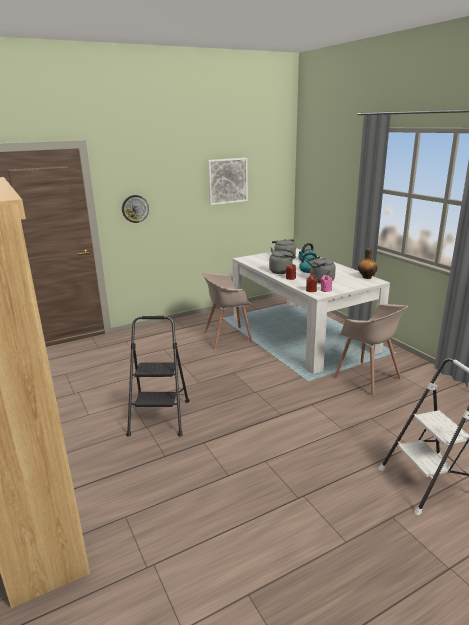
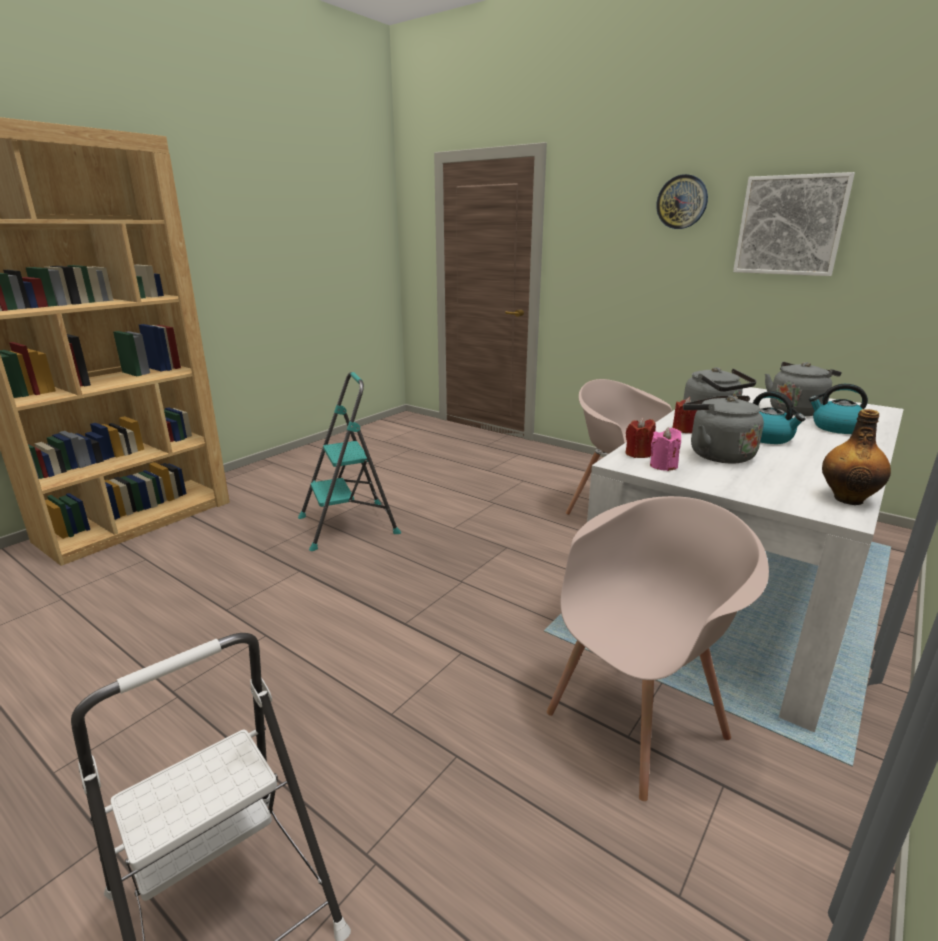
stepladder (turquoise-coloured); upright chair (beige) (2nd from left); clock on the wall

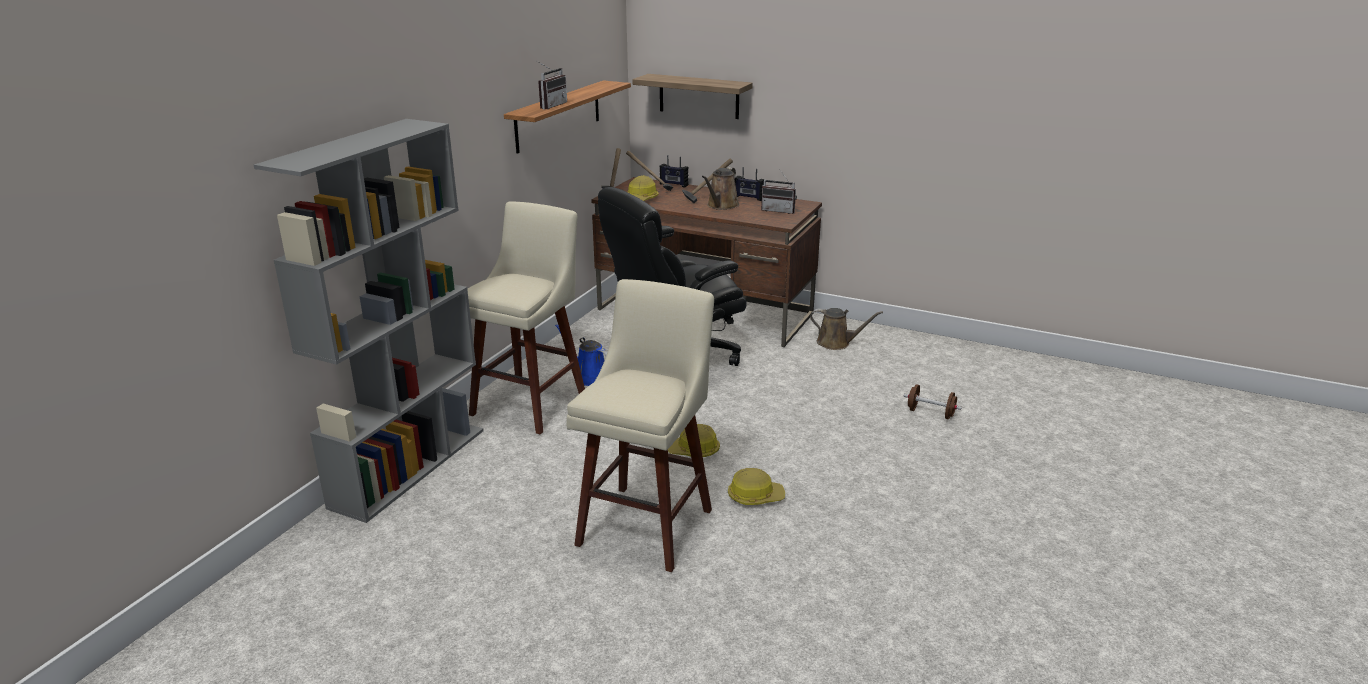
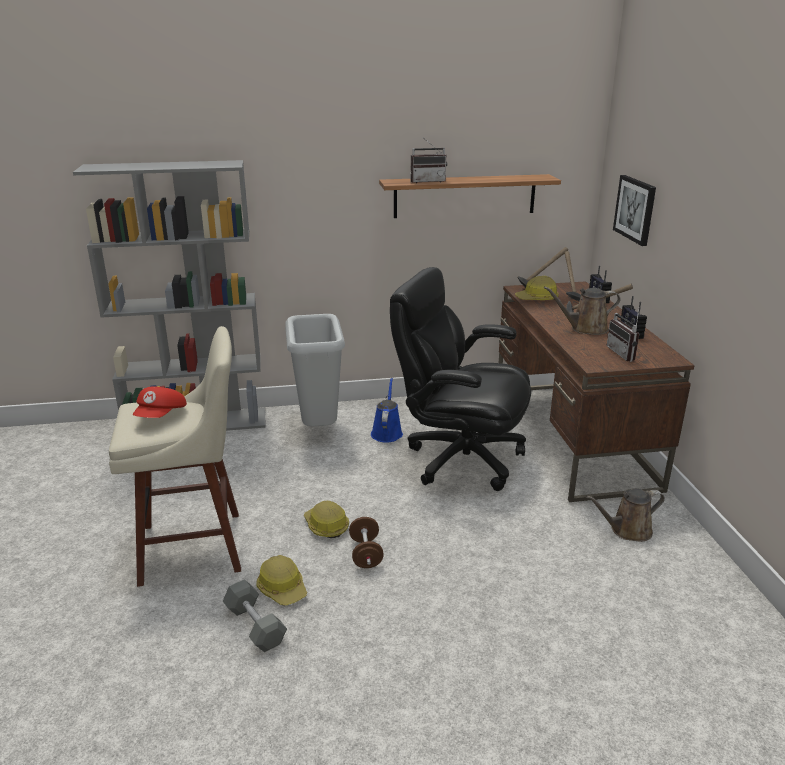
baseball cap (red-coloured); dumbbell (grey); rubbish bin (grey); dumbbell (brownish); watering pot (brownish) (2nd from left); wall picture

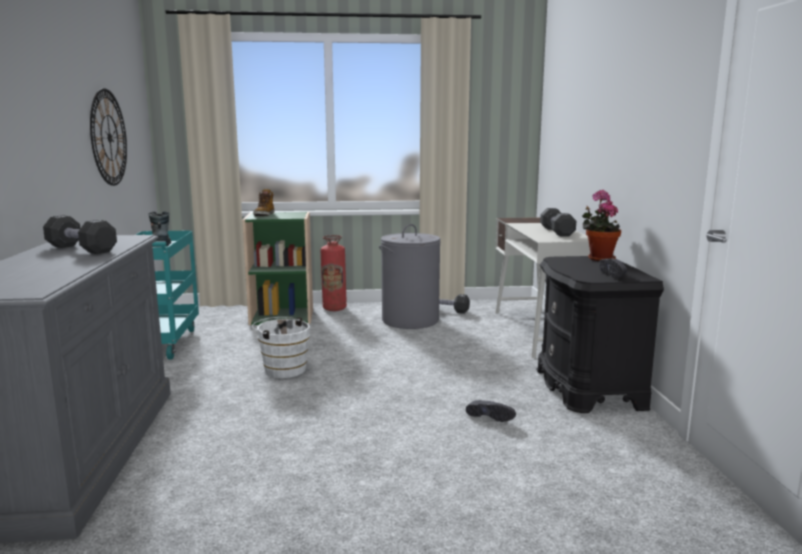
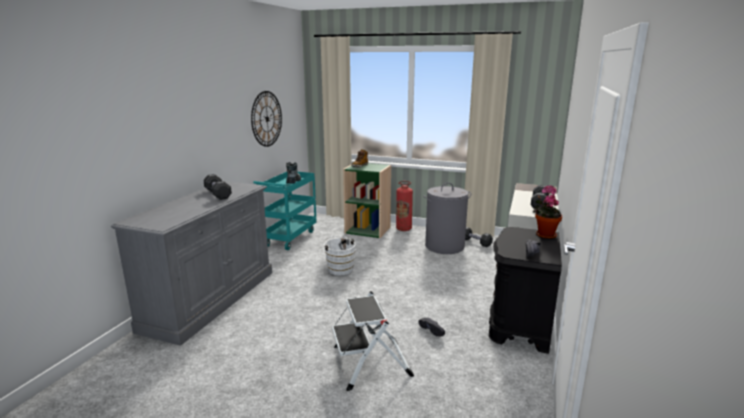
stepladder

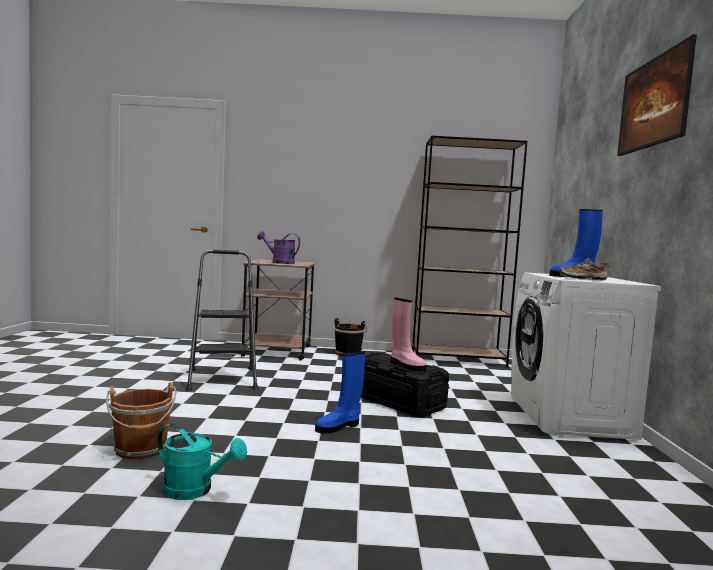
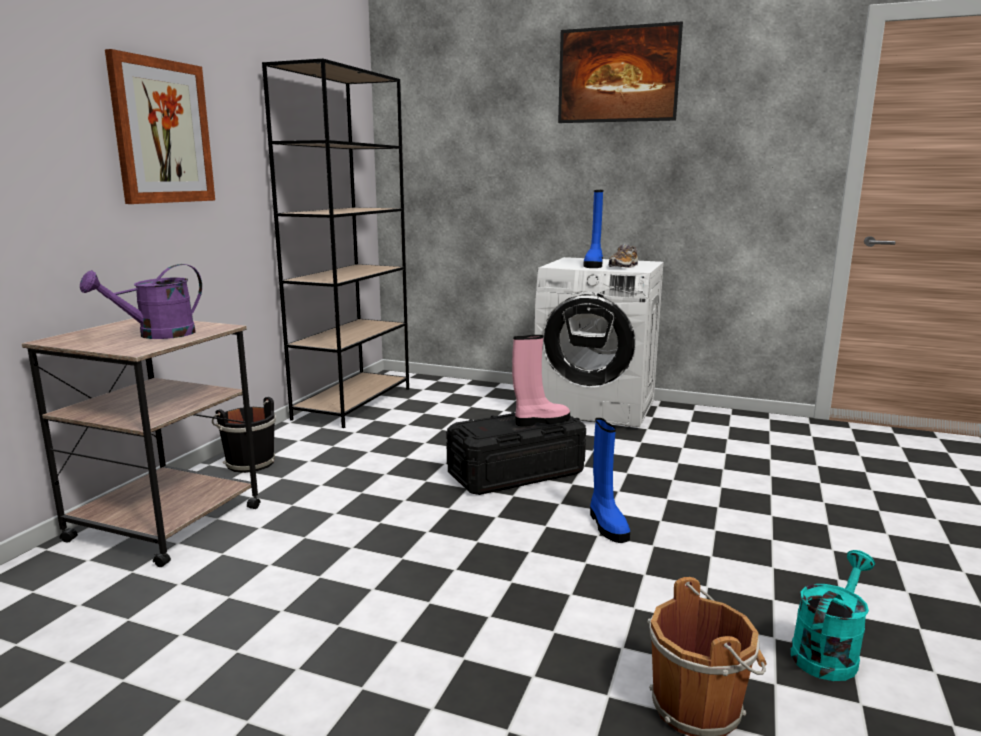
wall picture (1st from left); stepladder (black-coloured)

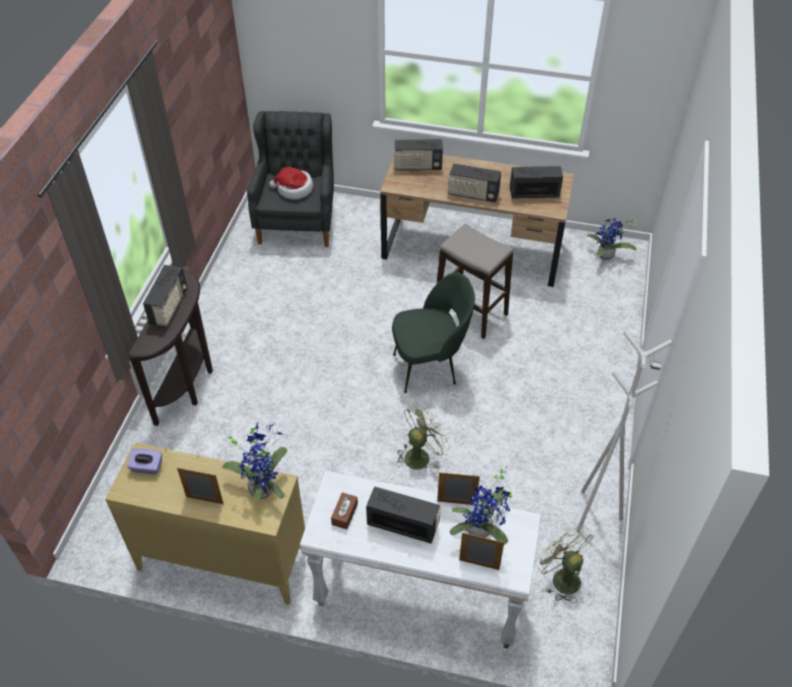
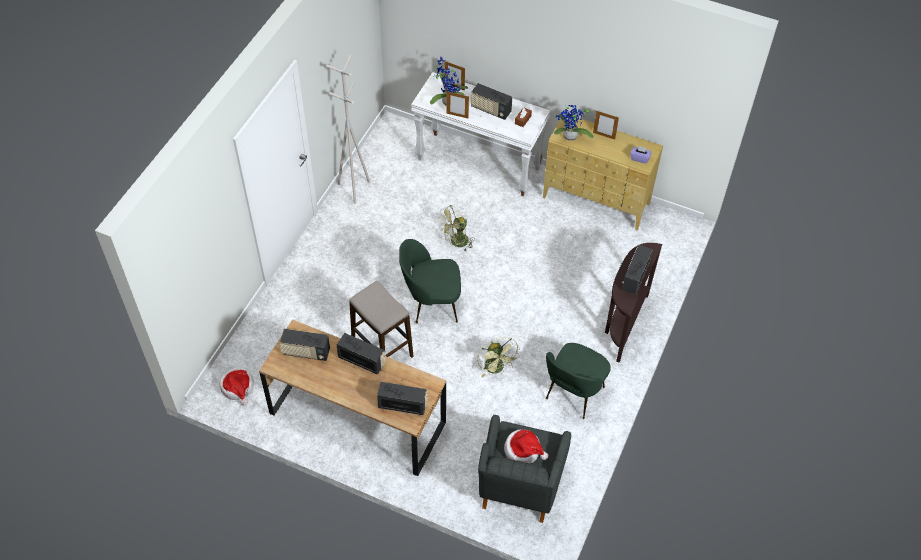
hat (1st from left); fan (greenish) (2nd from left); upright chair (greenish) (2nd from left)

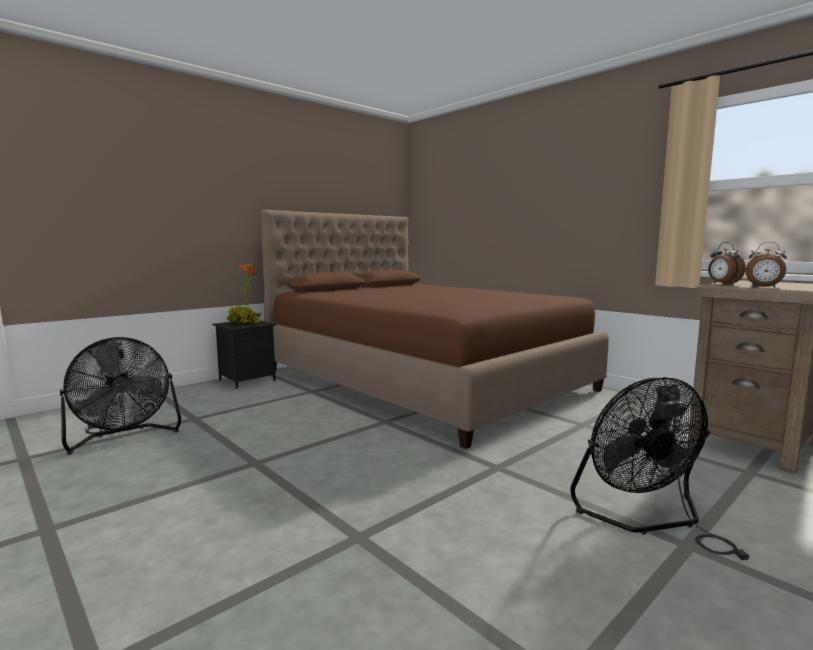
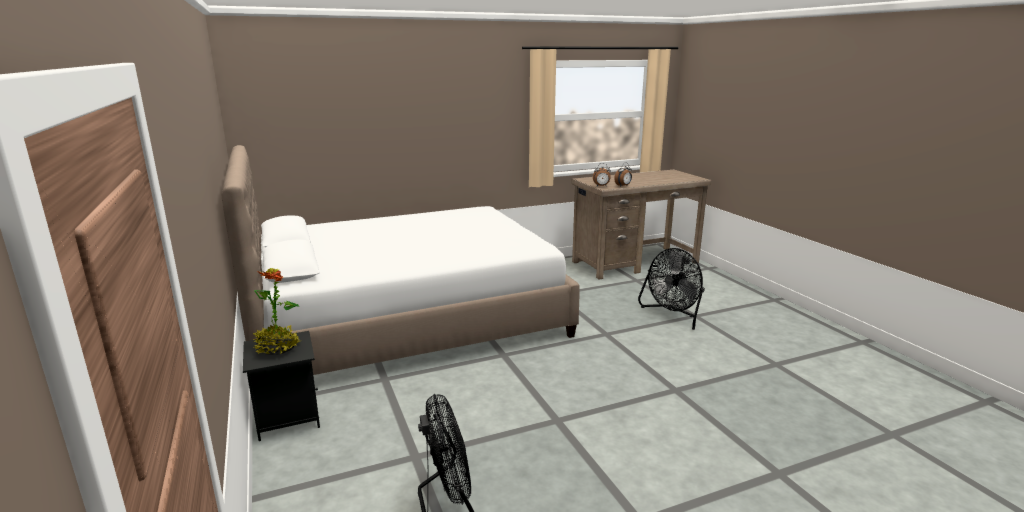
bed (white); fan (black-coloured) (2nd from left)

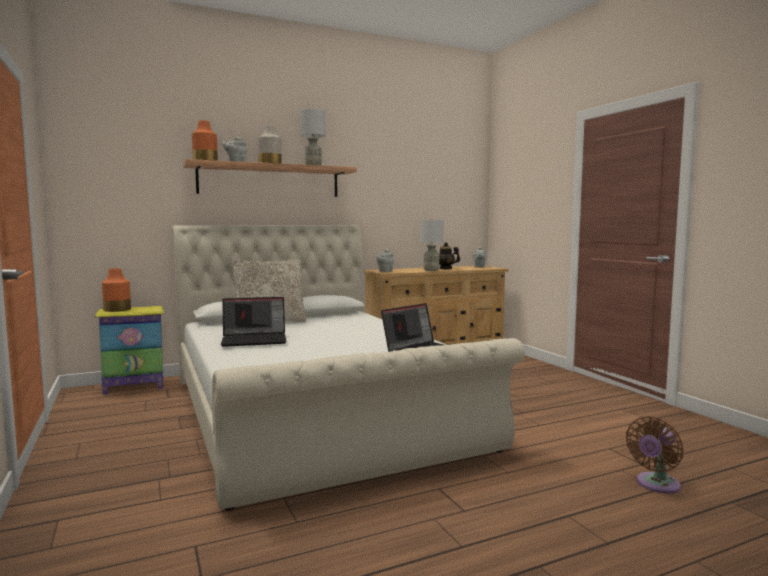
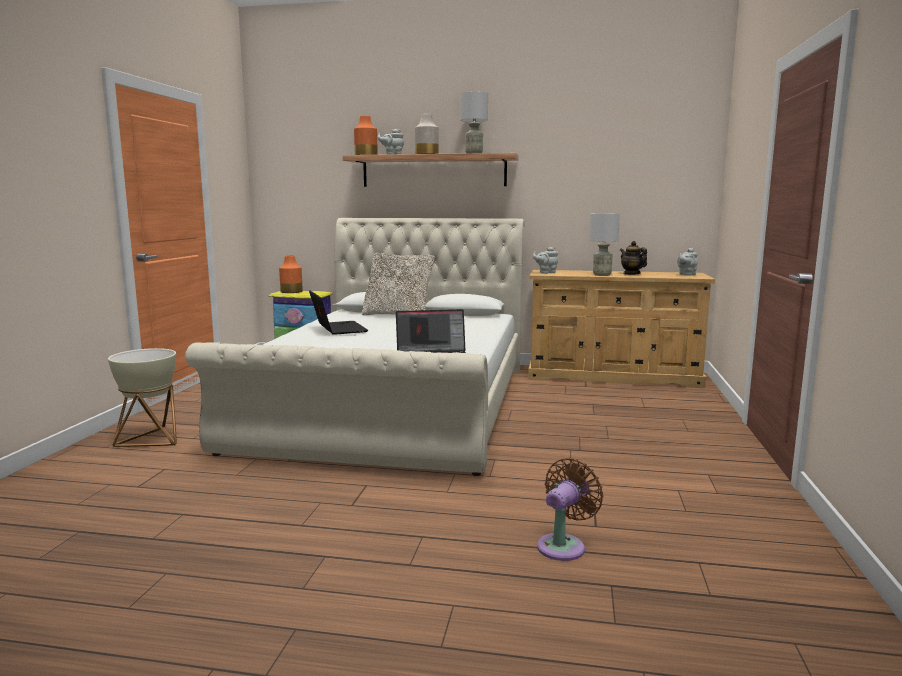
plant pot; portable computer (1st from left); fan (brownish)

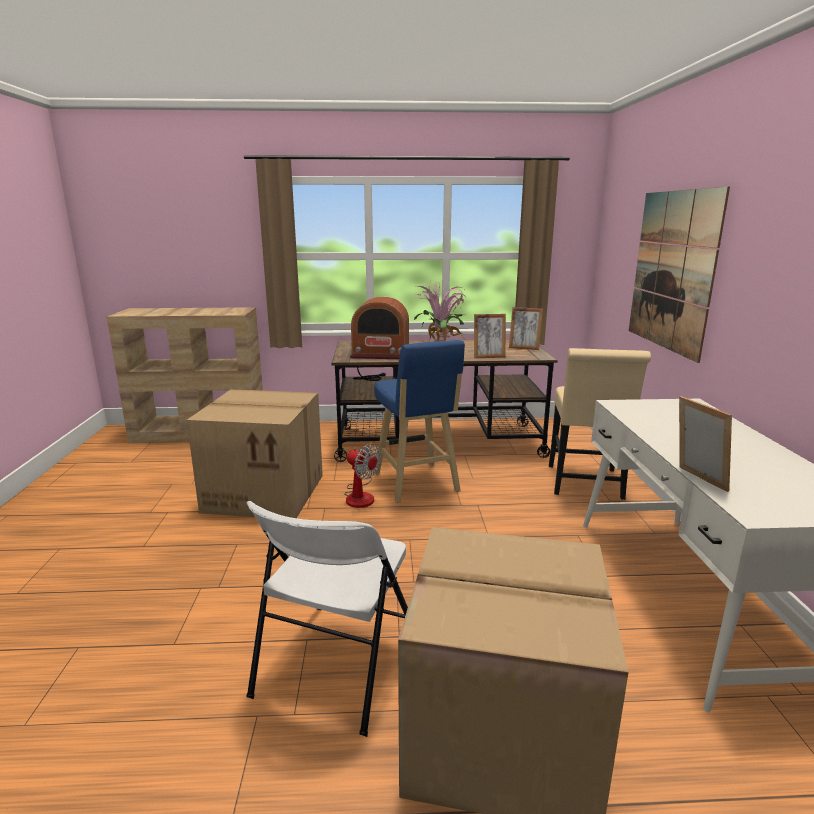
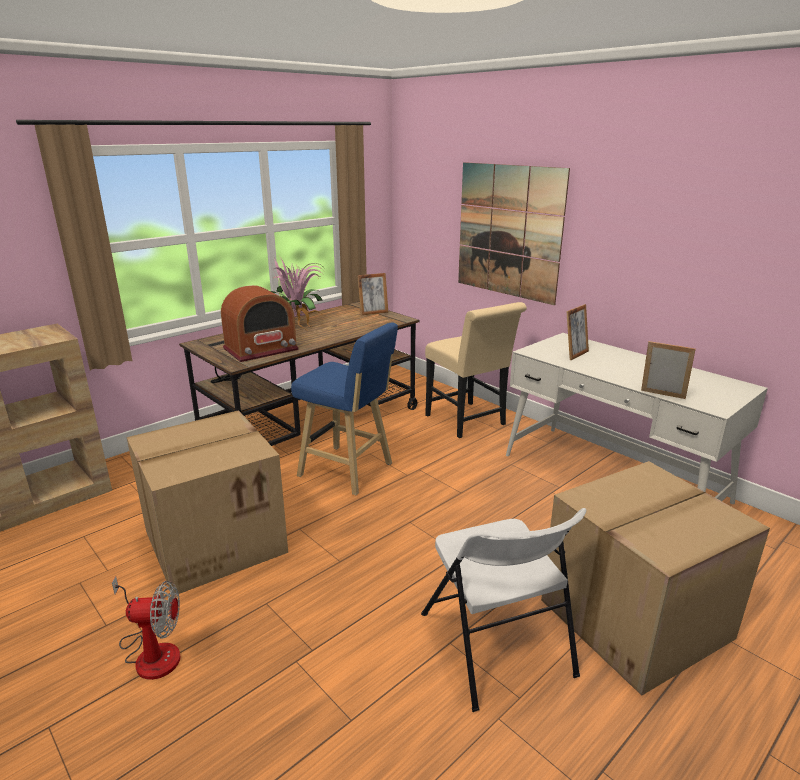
fan; standing frame (2nd from left)

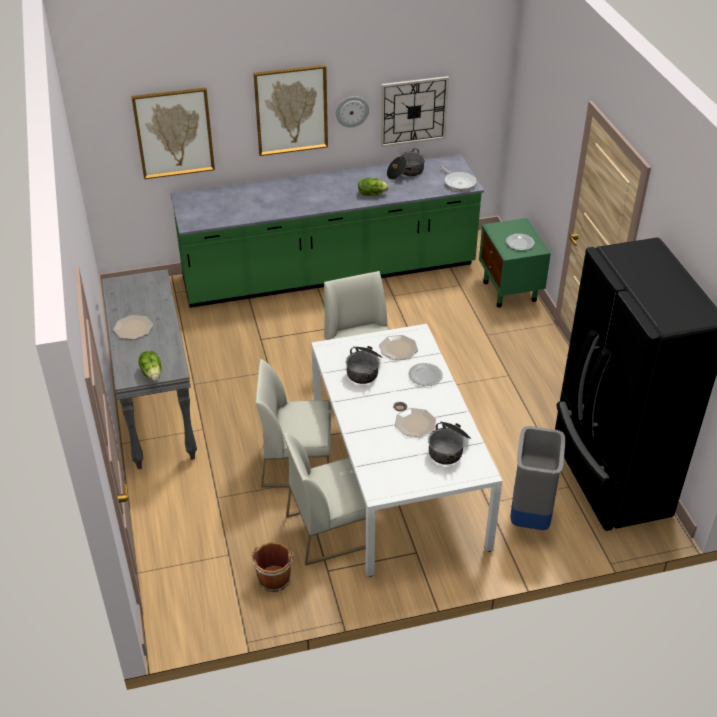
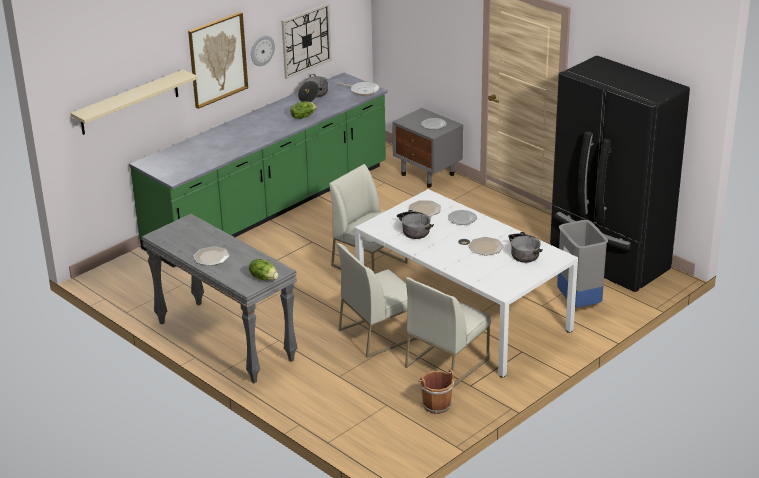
shelf (beige); night table (grey)

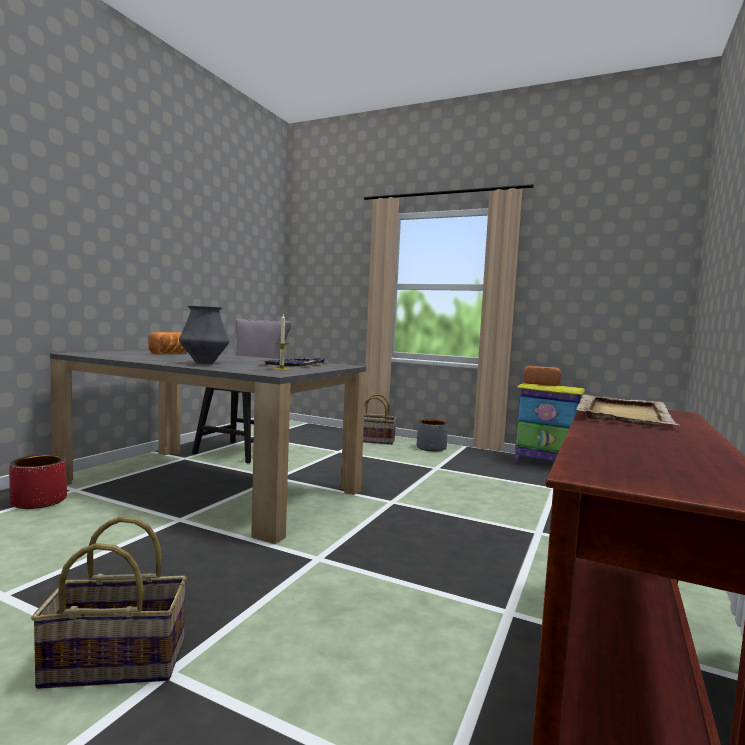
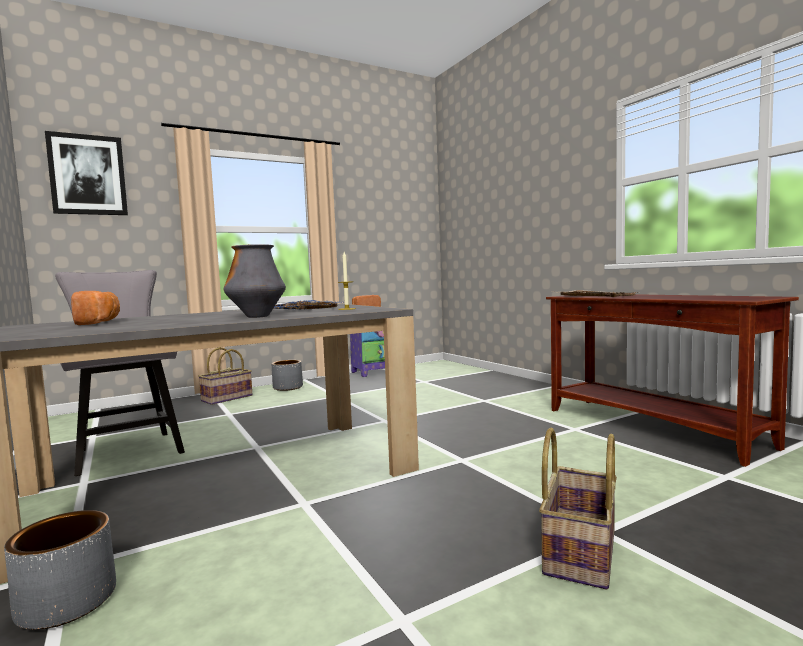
plant pot (grey) (1st from left); wall picture

